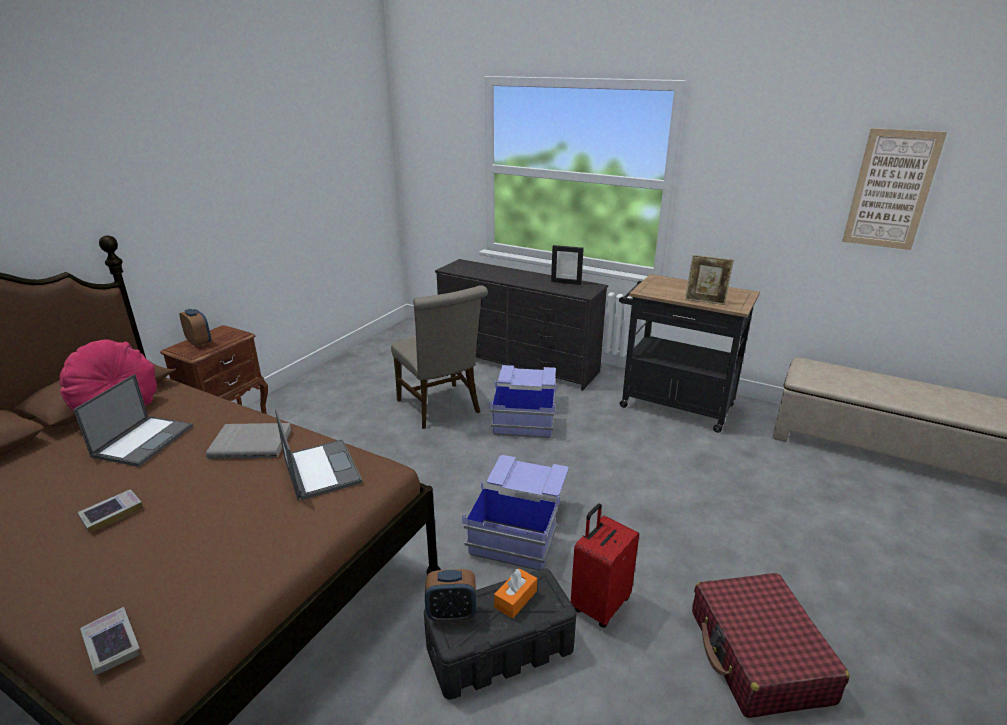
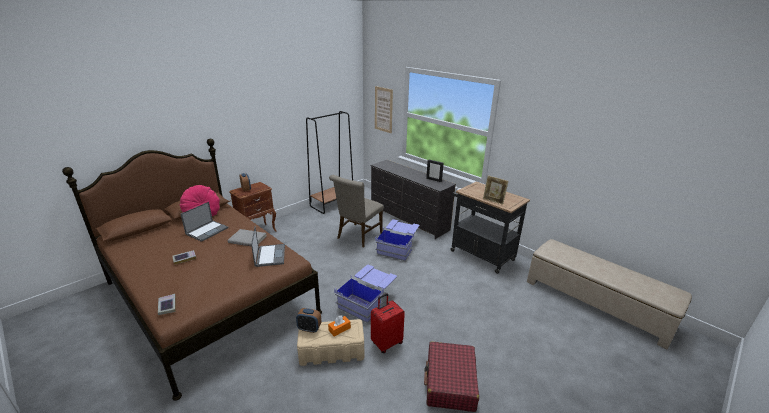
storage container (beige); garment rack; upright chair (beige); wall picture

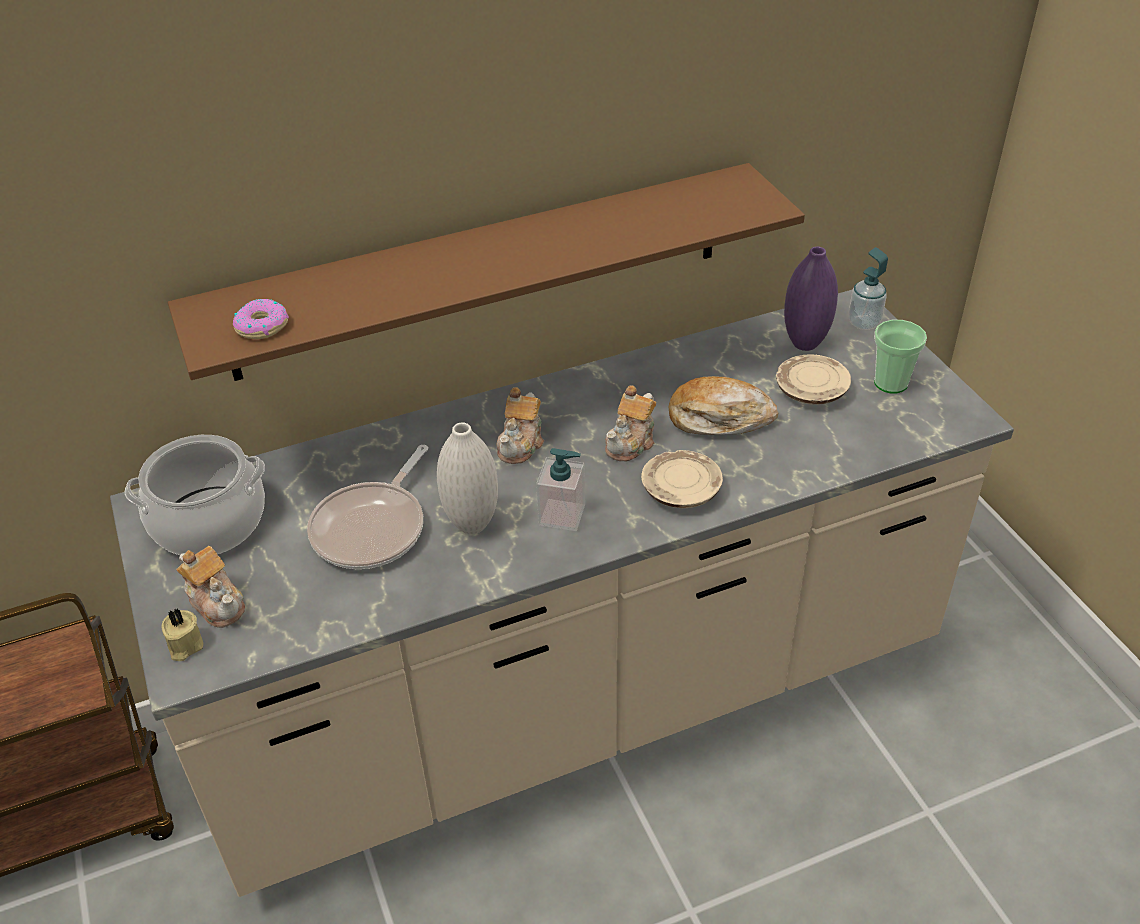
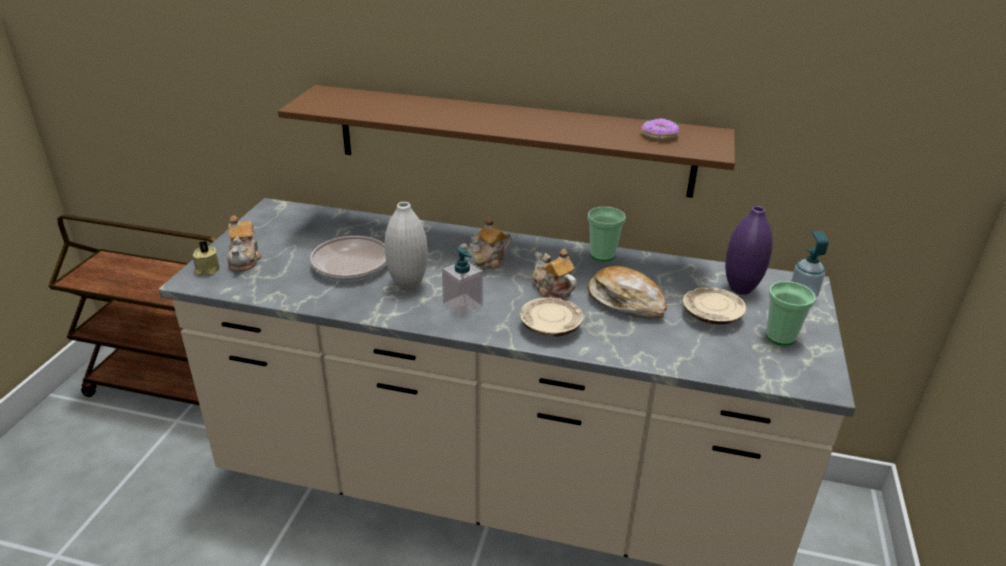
teapot (3rd from left); small cup (1st from left); ring doughnut; saucepot

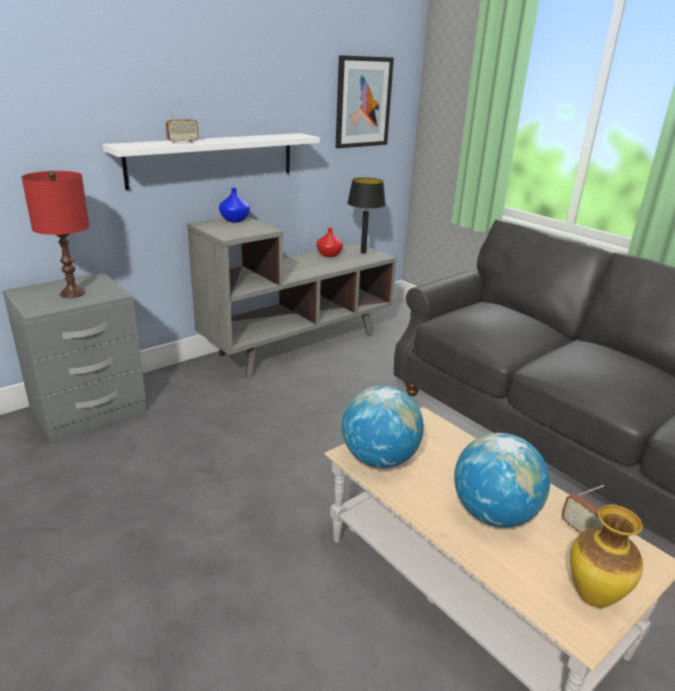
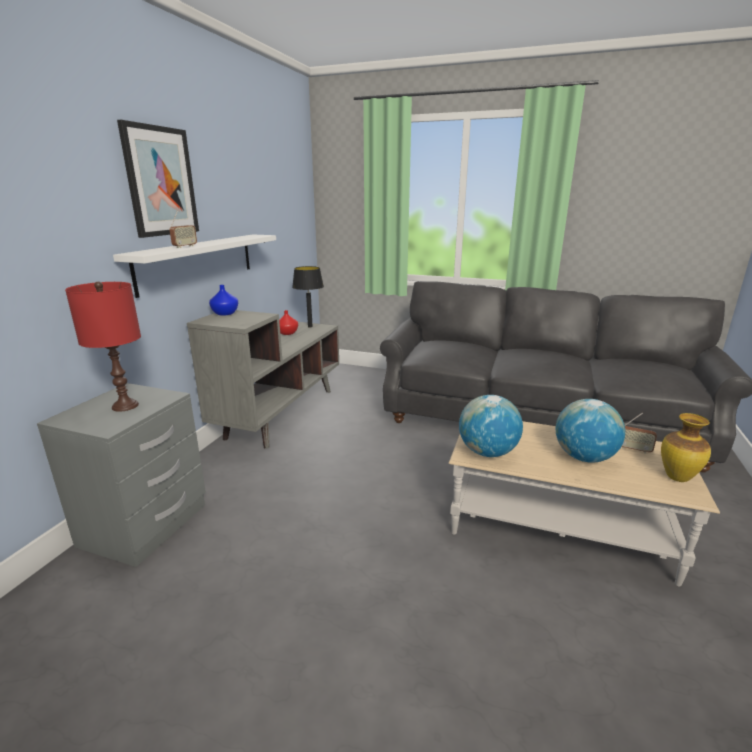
wall picture

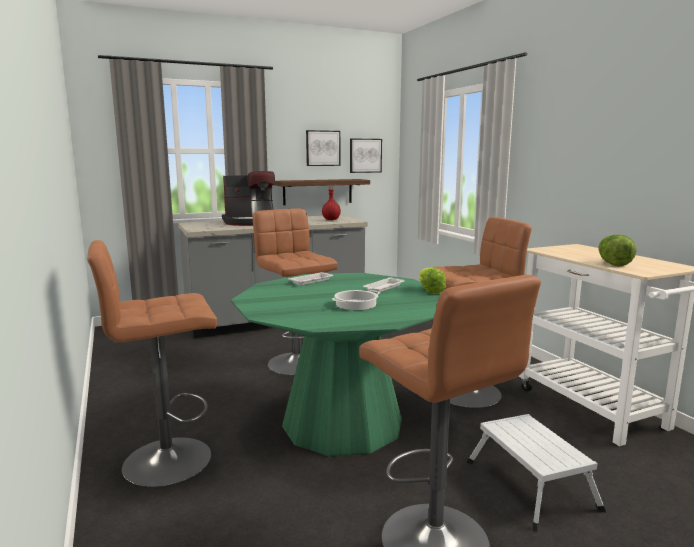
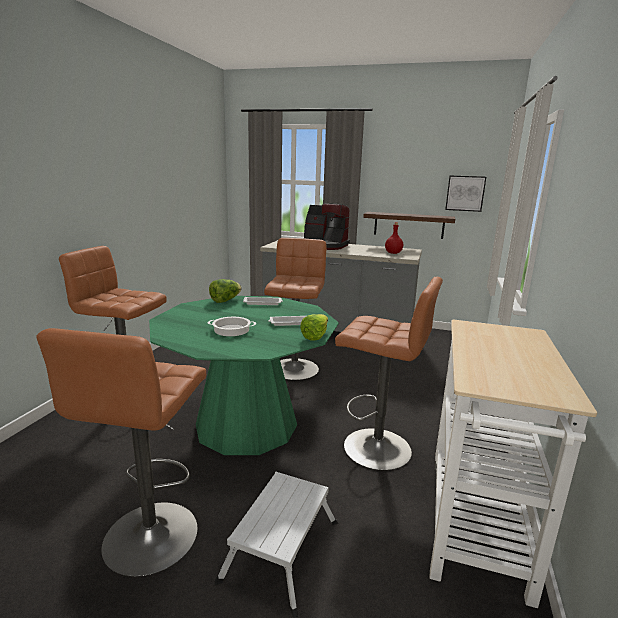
lettuce (1st from left); wall picture (1st from left in the first image)

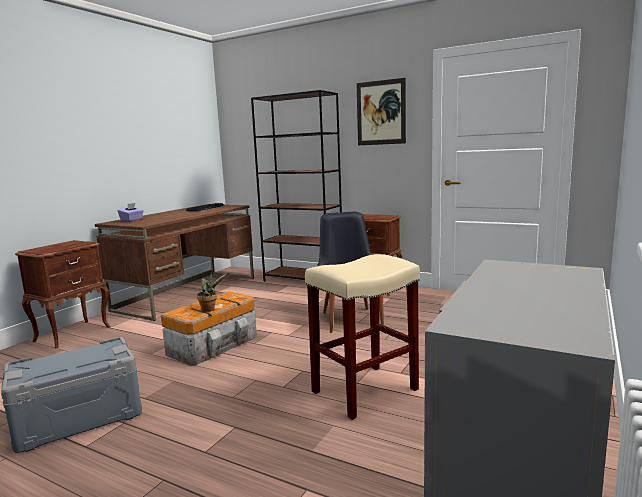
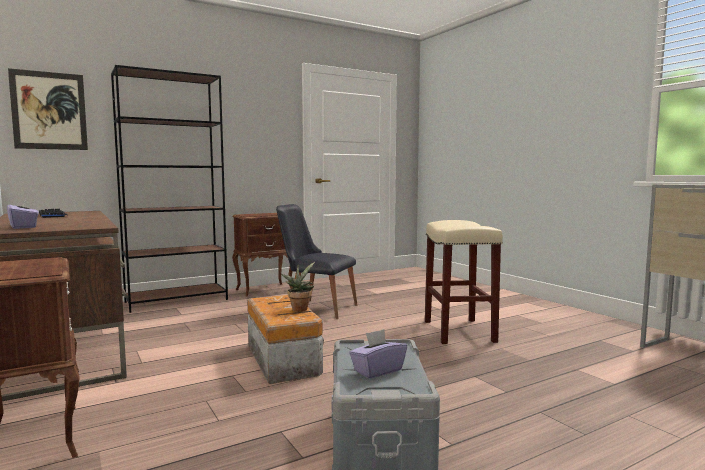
wall picture; tissue box (purple-coloured) (2nd from left)

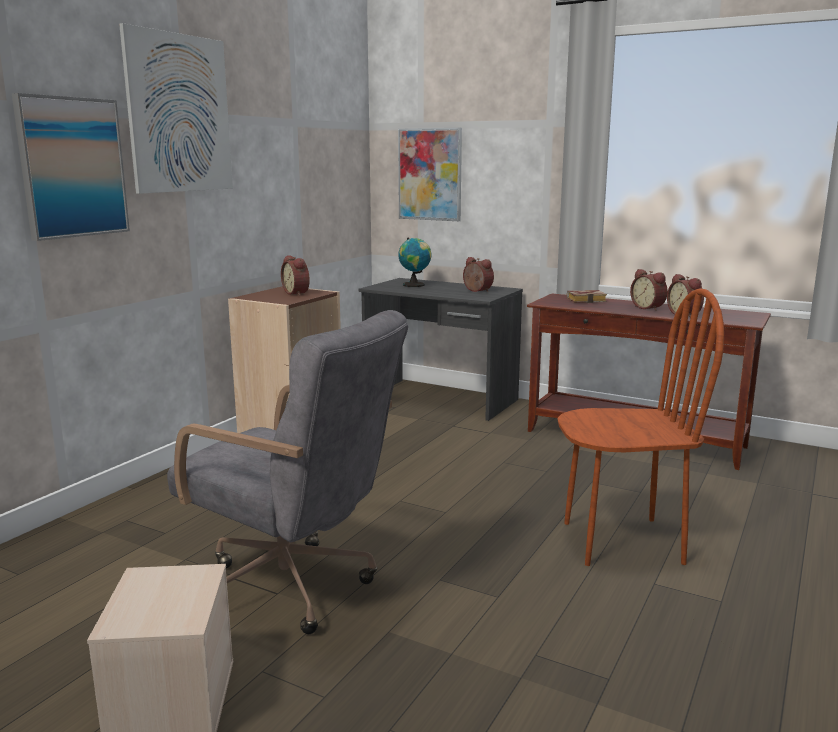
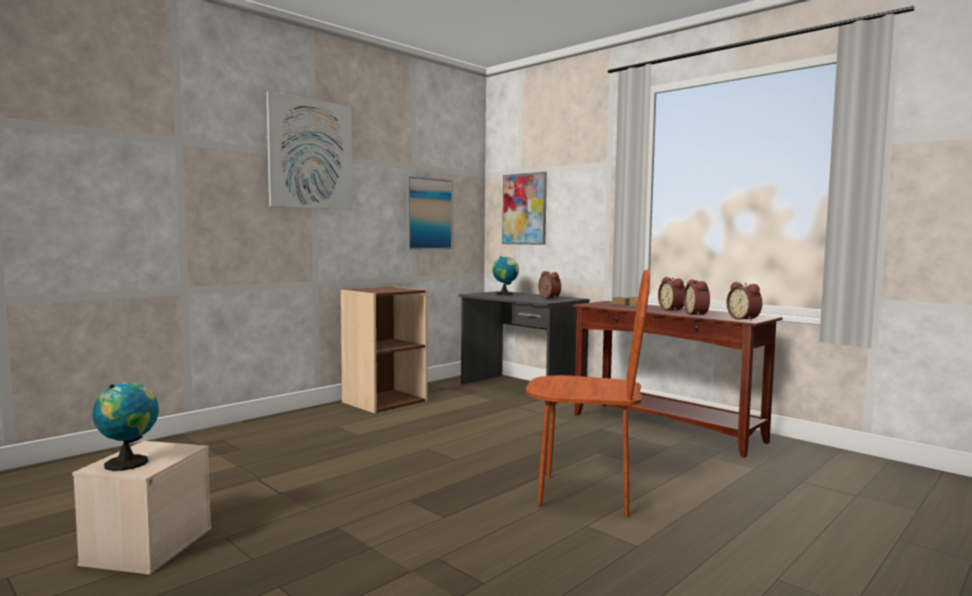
desk globe (1st from left); wall picture (2nd from left); bedside clock (4th from left); desk chair (grey)

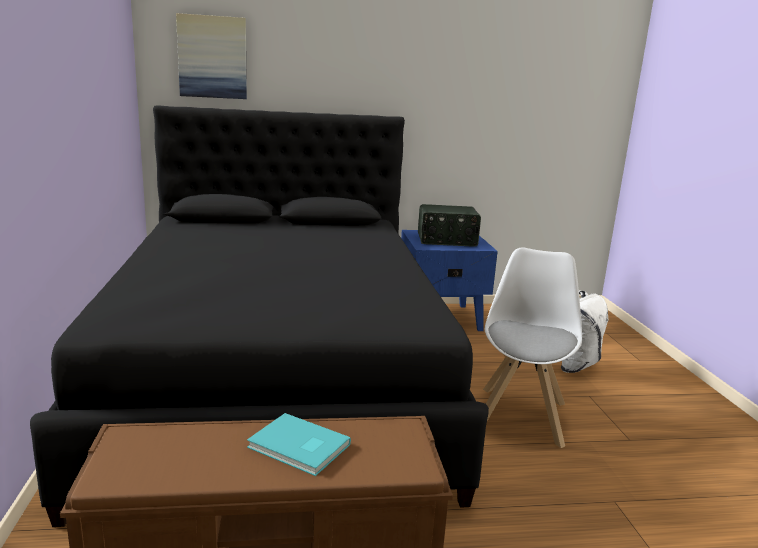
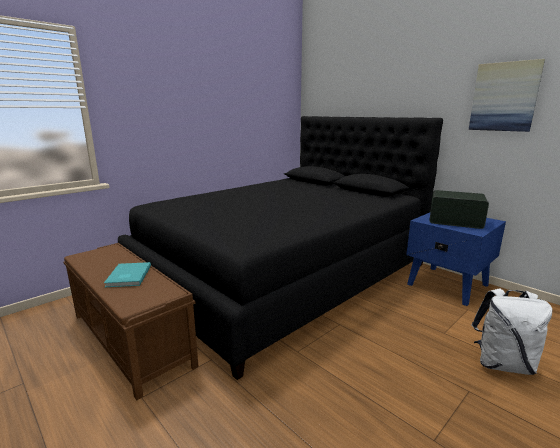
radio set; wall picture; upright chair

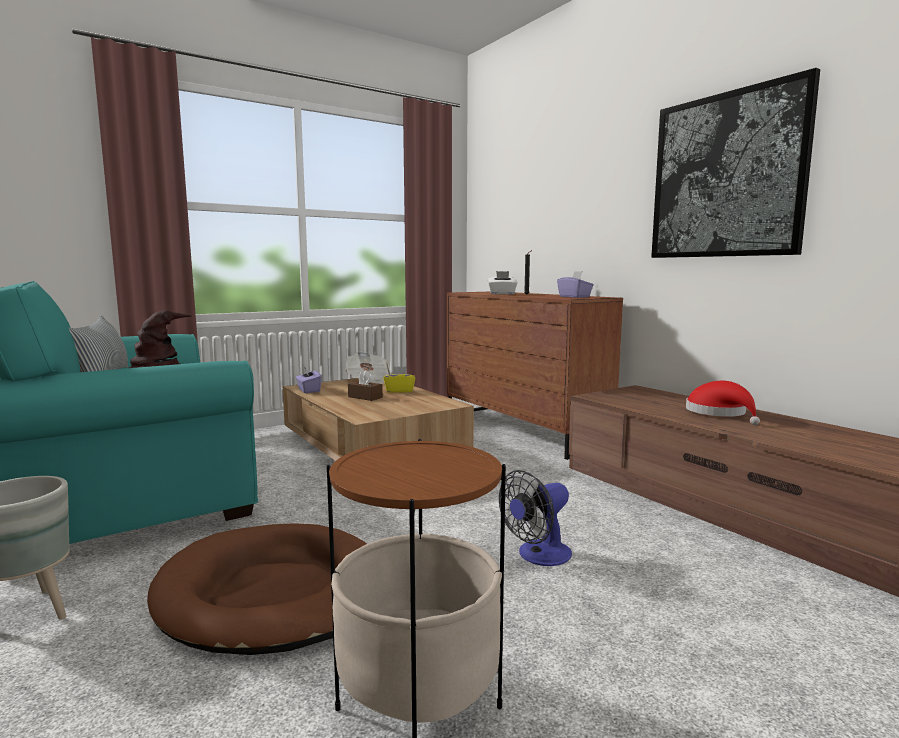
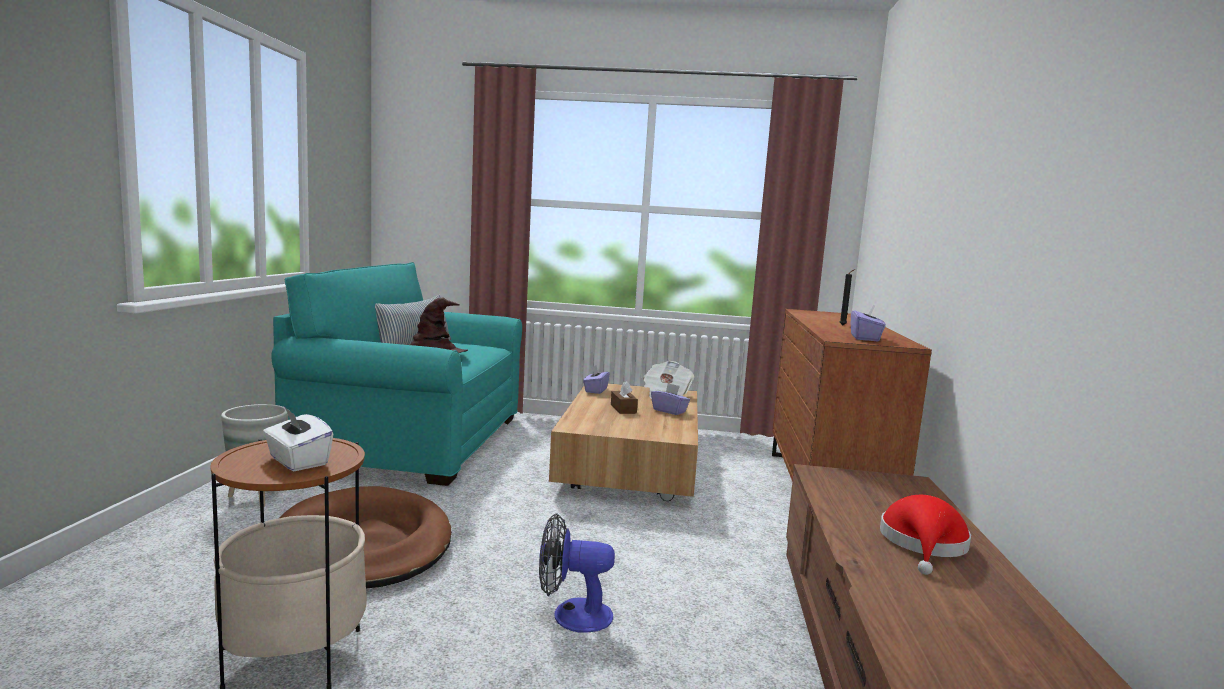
tissue box (white); tissue box (purple-coloured) (2nd from left); wall picture

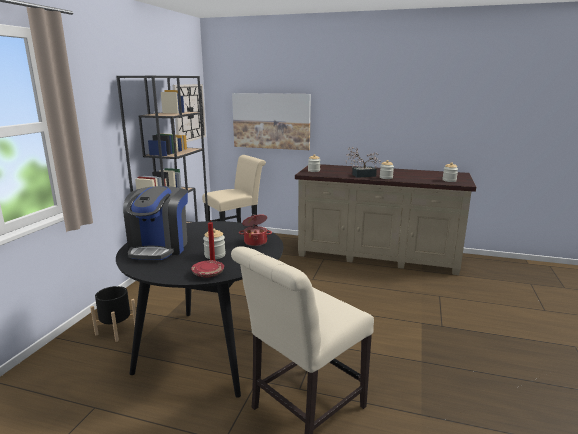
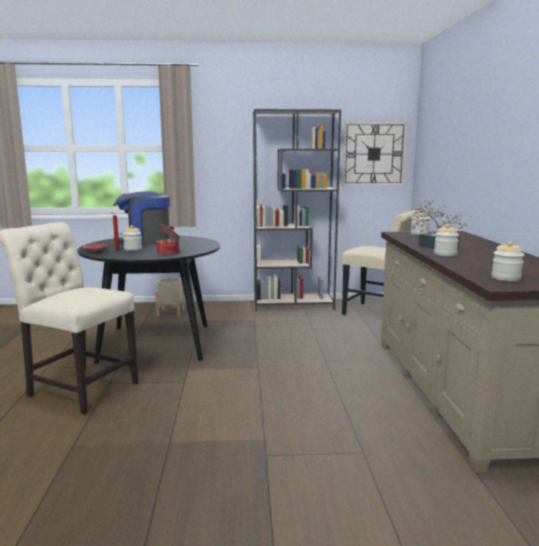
plant pot (beige); wall picture

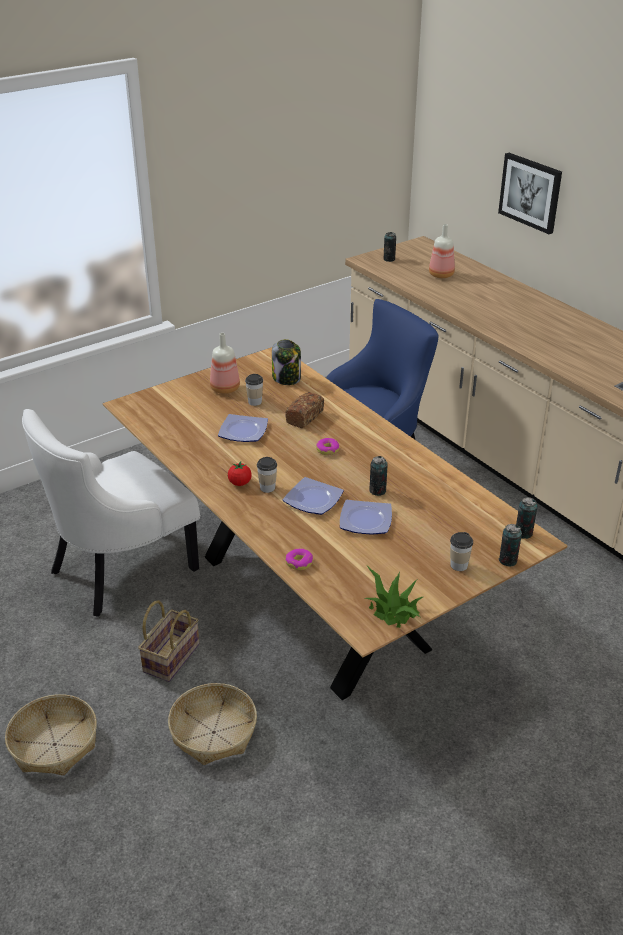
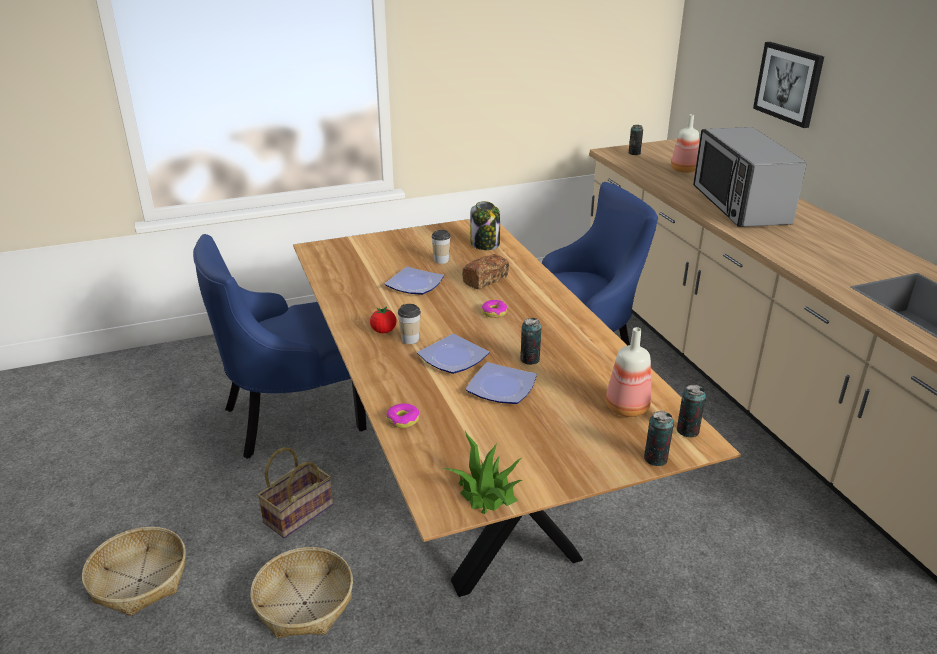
upright chair (blue-coloured) (1st from left); beverage bottle (1st from left); microwave; small cup (3rd from left in the first image)

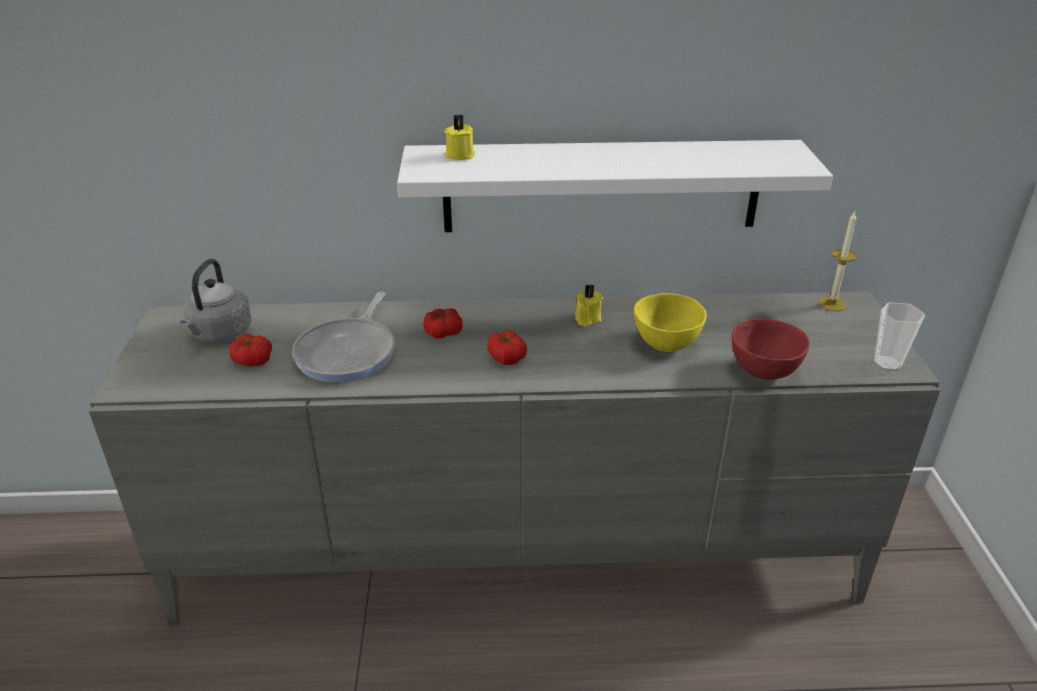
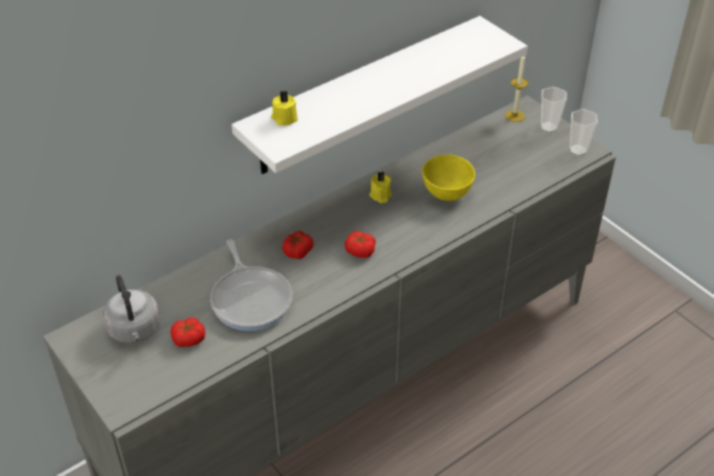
small cup (1st from left); bowl (red-coloured)

